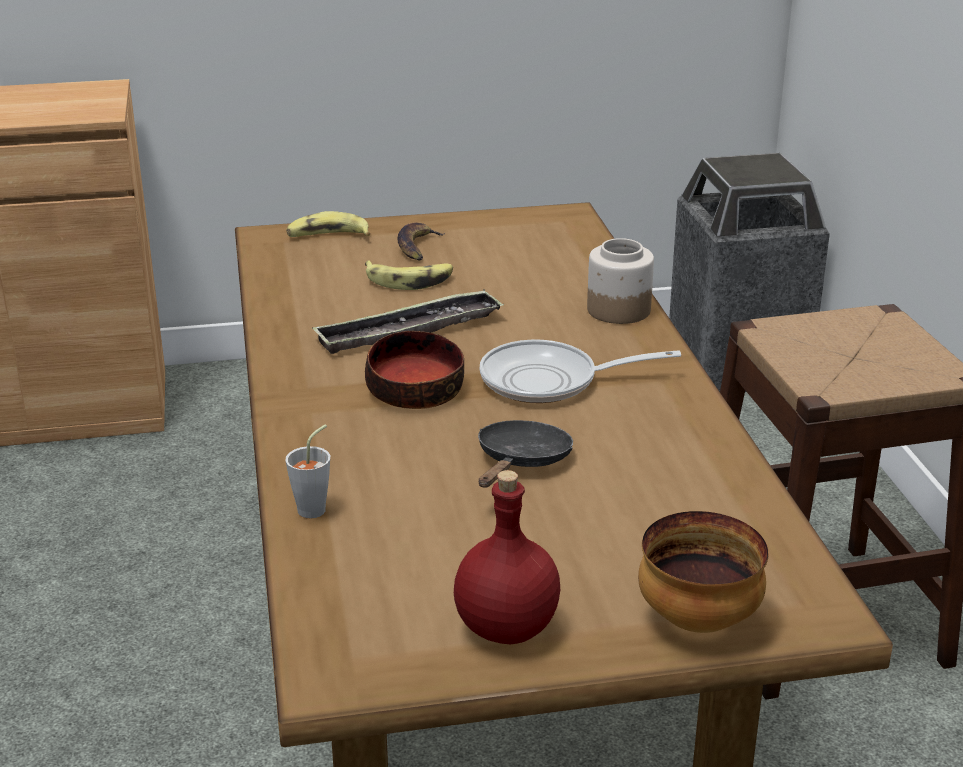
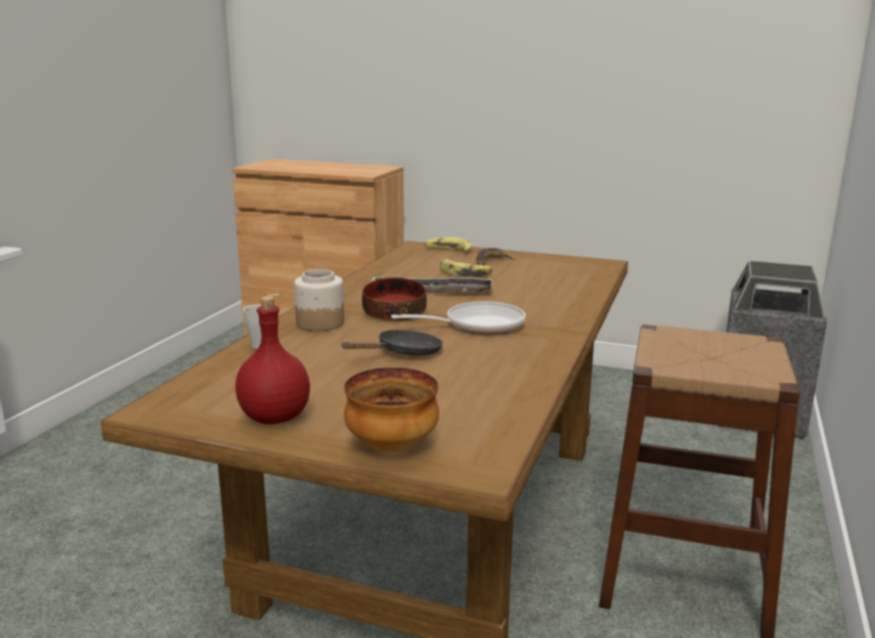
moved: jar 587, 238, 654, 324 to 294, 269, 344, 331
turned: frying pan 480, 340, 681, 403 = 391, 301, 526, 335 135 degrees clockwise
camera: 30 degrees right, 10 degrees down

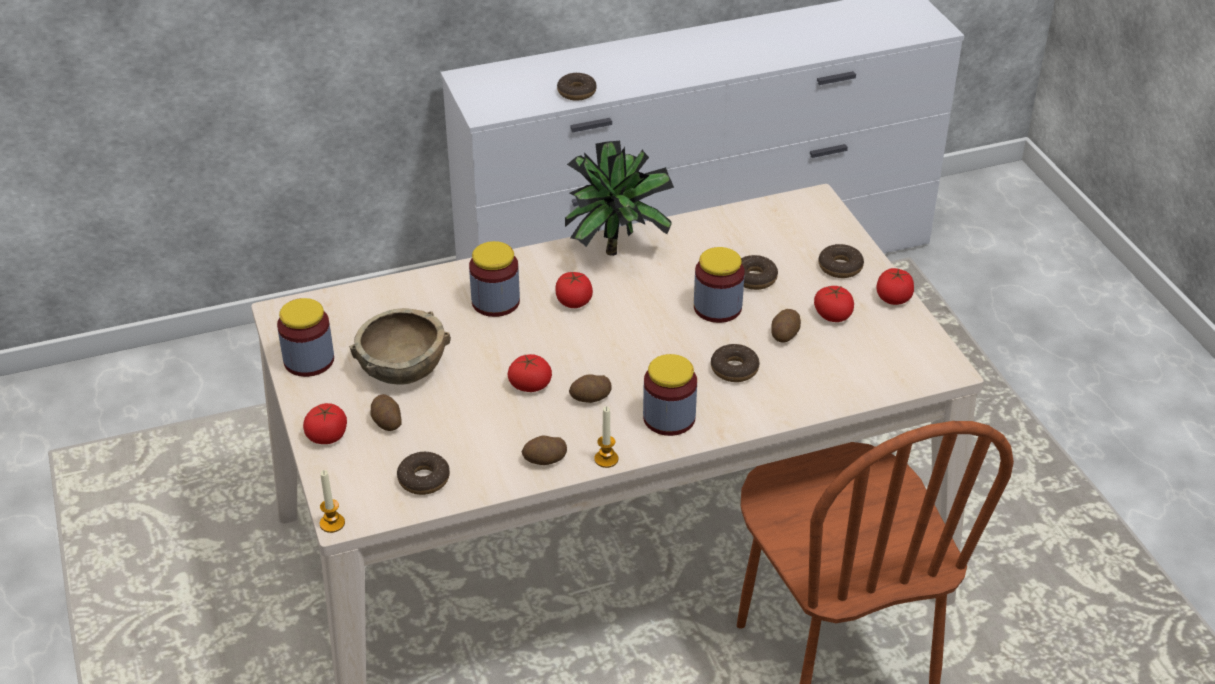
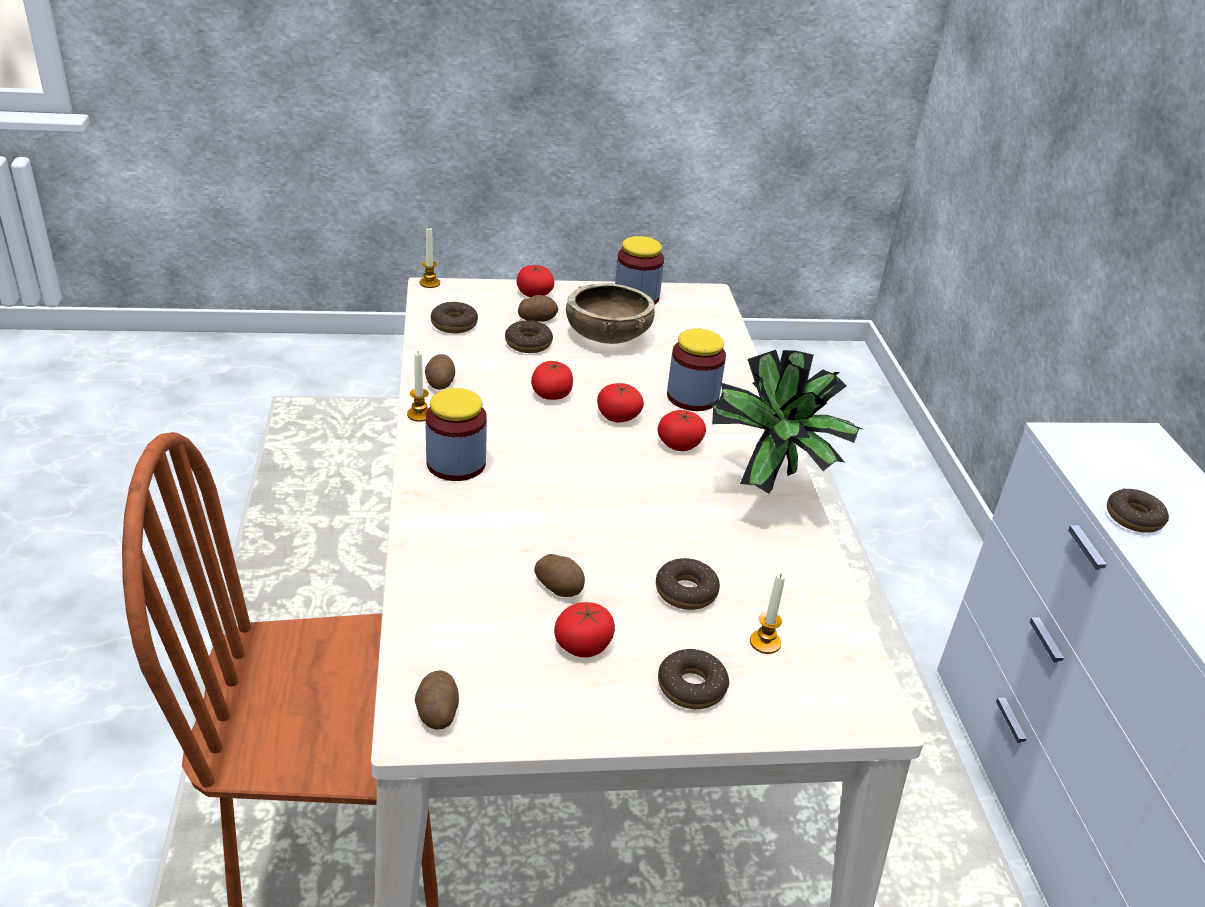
removed: jar 694, 247, 745, 323
added: candle 750, 574, 785, 654
moved: potato 569, 374, 612, 403 to 415, 671, 459, 730; donut 711, 344, 759, 382 to 505, 321, 553, 353; tomato 876, 268, 914, 305 to 597, 383, 644, 422
camera: 100 degrees right, 5 degrees down

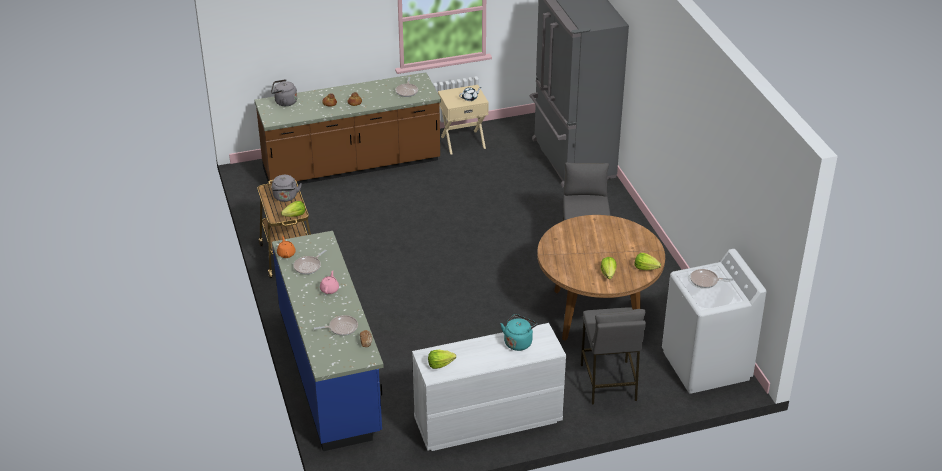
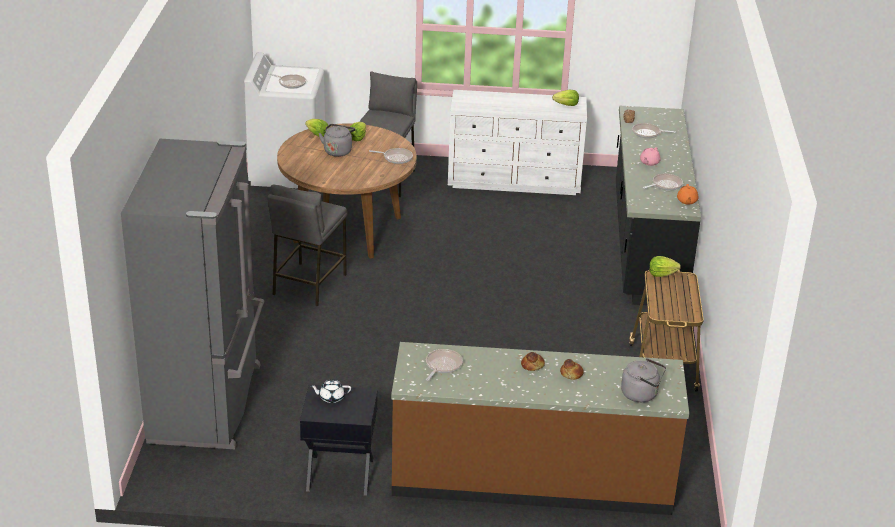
removed: kettle (turquoise) 501, 314, 537, 351
added: frying pan 369, 148, 413, 164
moved: kettle (grey) 271, 175, 302, 202 to 319, 124, 355, 157
recoloured: counter (blue) 272, 231, 384, 451 to counter (black) 616, 106, 701, 307; nightstand (beige) 438, 85, 489, 154 to nightstand (black) 300, 385, 378, 496
camera: 160 degrees left, 5 degrees down

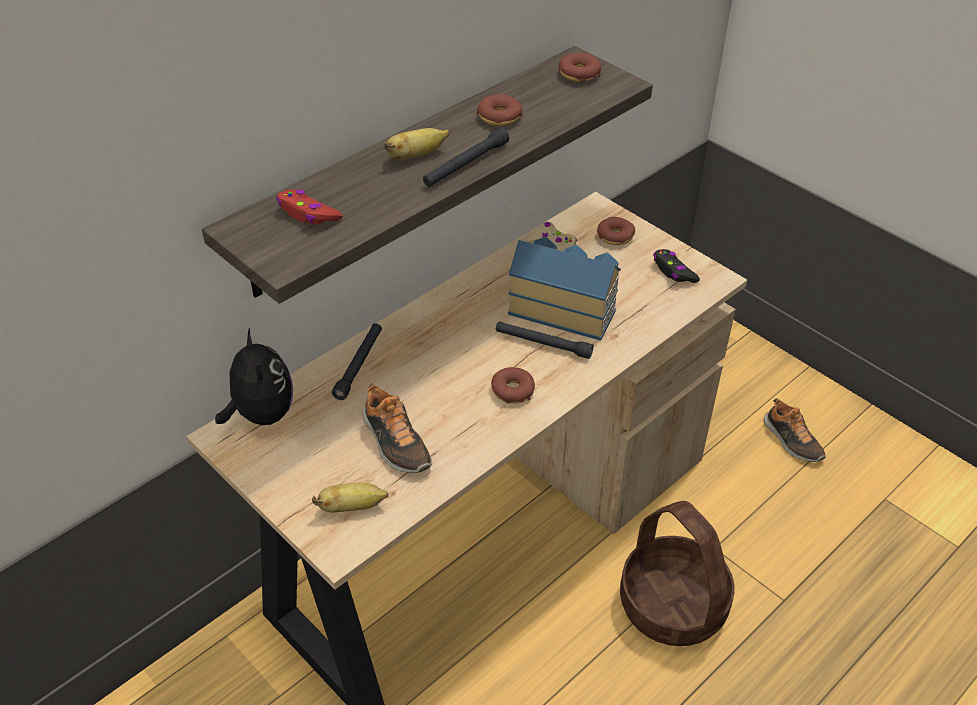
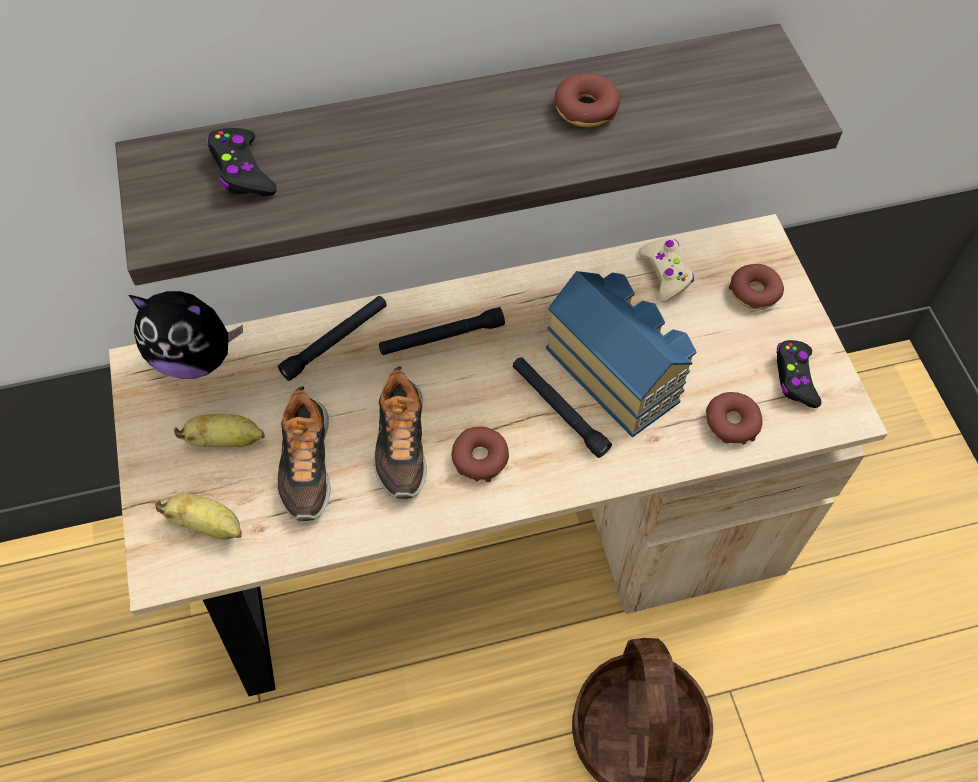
moved: banana 384, 128, 450, 160 to 174, 414, 265, 447; flashlight (black) 423, 128, 509, 187 to 379, 307, 505, 355; donut 558, 53, 601, 82 to 706, 392, 762, 444; shoe 764, 398, 826, 462 to 374, 366, 427, 499
recoloured: game controller (red) 276, 189, 343, 225 to game controller (black) 207, 128, 277, 196
turned: plush toy 215, 327, 293, 425 = 128, 291, 243, 379 90 degrees clockwise
camera: 30 degrees right, 15 degrees up

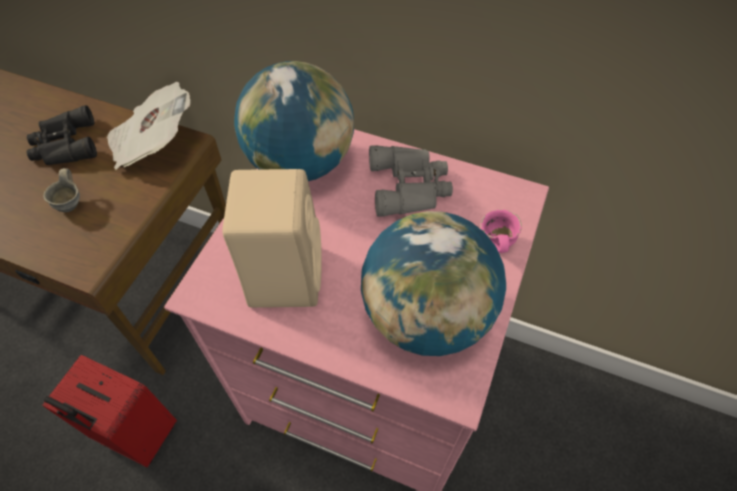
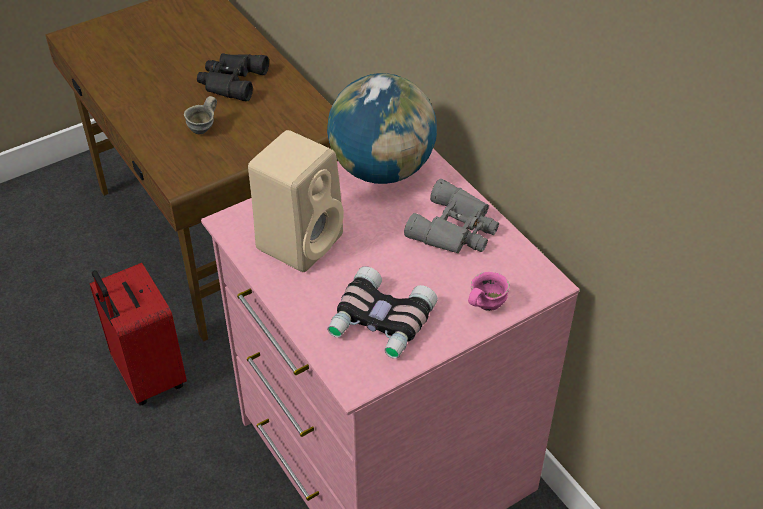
removed: newspaper 107, 82, 190, 170
replaced: globe 361, 211, 506, 356 to binoculars 327, 266, 438, 359
camera: 35 degrees right, 10 degrees down

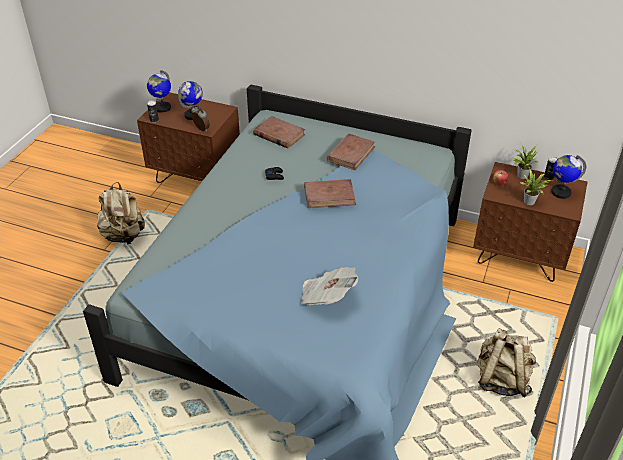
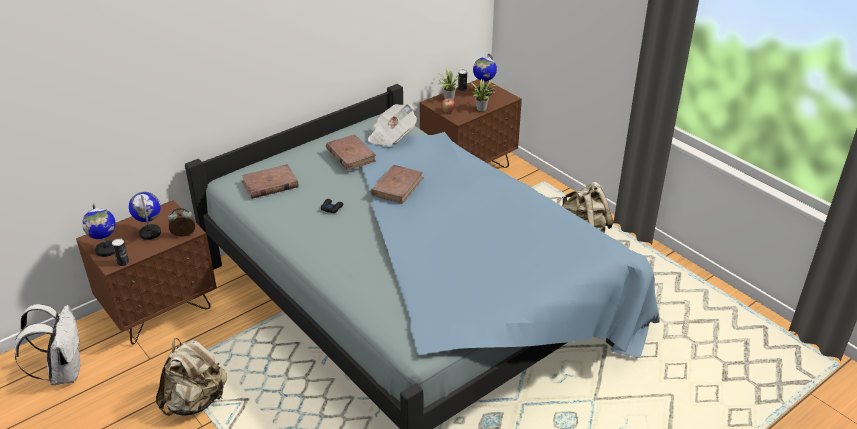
added: backpack (white) 15, 304, 81, 385
moved: newspaper 301, 267, 358, 305 to 368, 104, 417, 147
camera: 60 degrees left, 5 degrees down

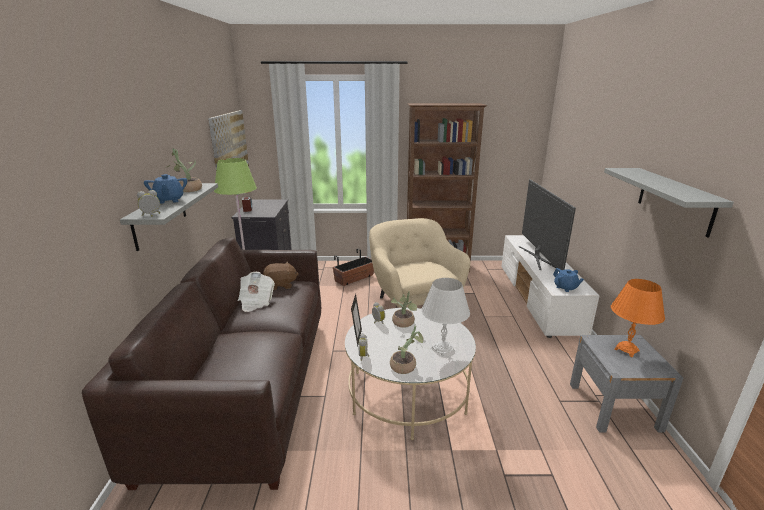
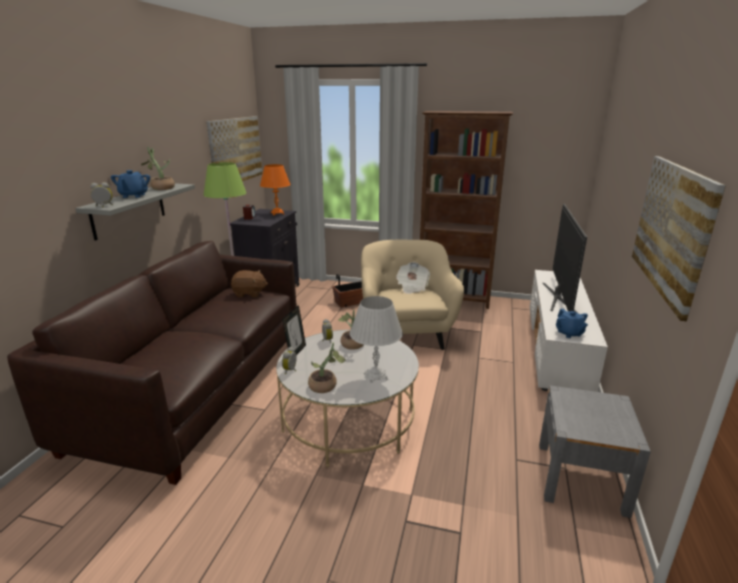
moved: newspaper 238, 272, 275, 312 to 396, 262, 430, 294; table lamp (orange) 611, 279, 665, 357 to 260, 164, 291, 215
replaced: shelf (grey) 604, 168, 734, 238 to picture 632, 156, 726, 321
camera: 15 degrees right, 0 degrees up

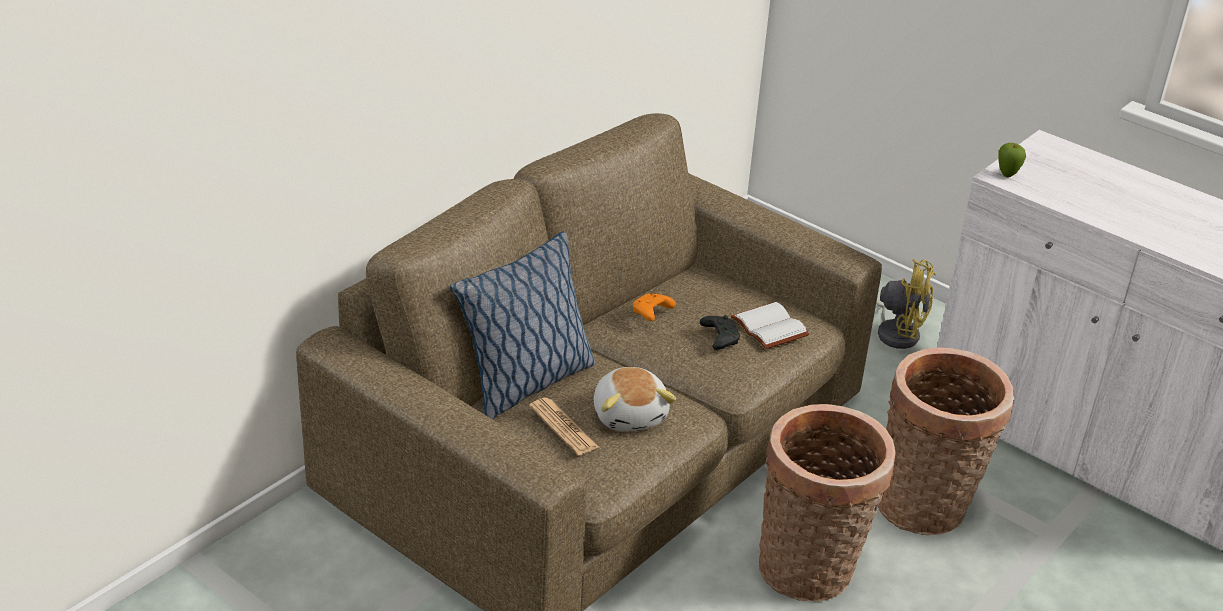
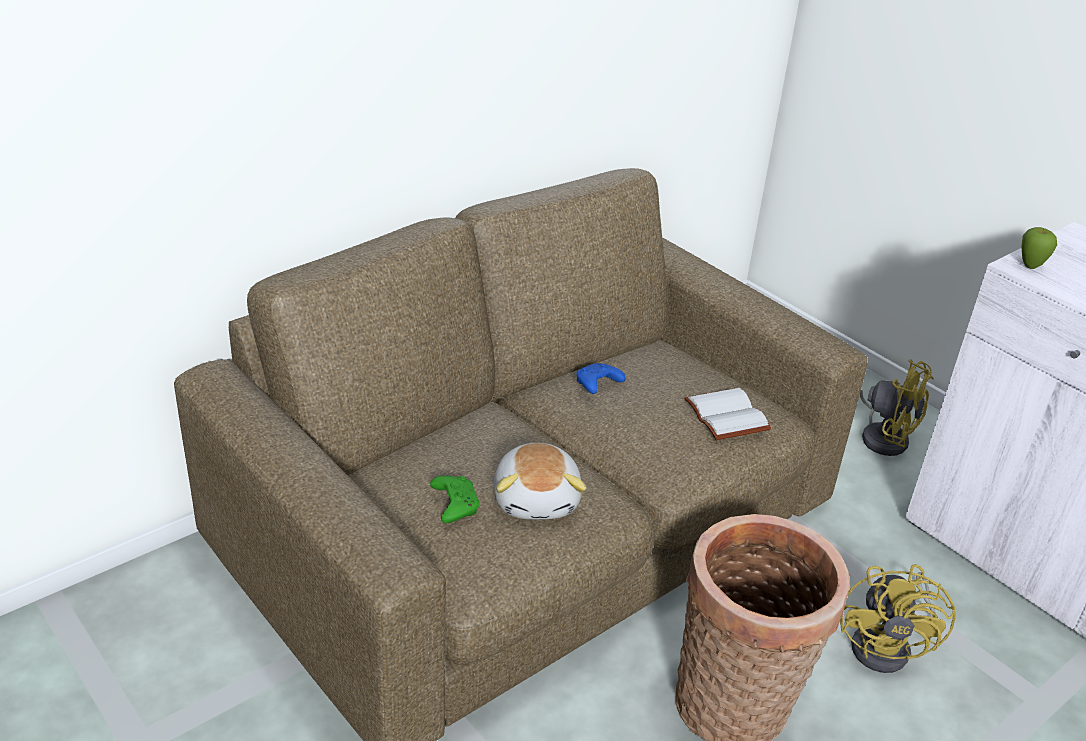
removed: pillow 450, 231, 595, 419; game controller (black) 700, 315, 740, 350
replaced: newspaper 529, 398, 599, 455 to game controller (green) 430, 476, 479, 523; basket 878, 347, 1014, 535 to fan (yellow) 840, 564, 955, 673
recoloured: game controller (orange) 633, 293, 676, 321 to game controller (blue) 576, 363, 625, 394
camera: 10 degrees right, 0 degrees up

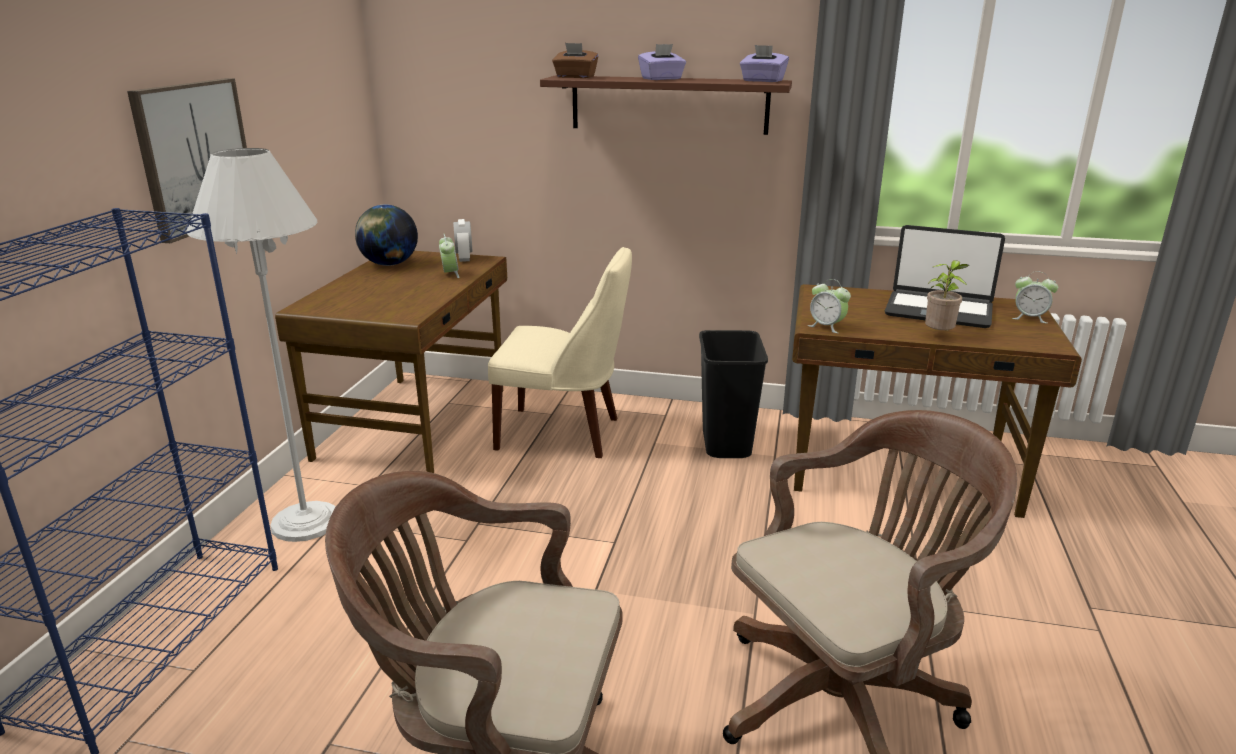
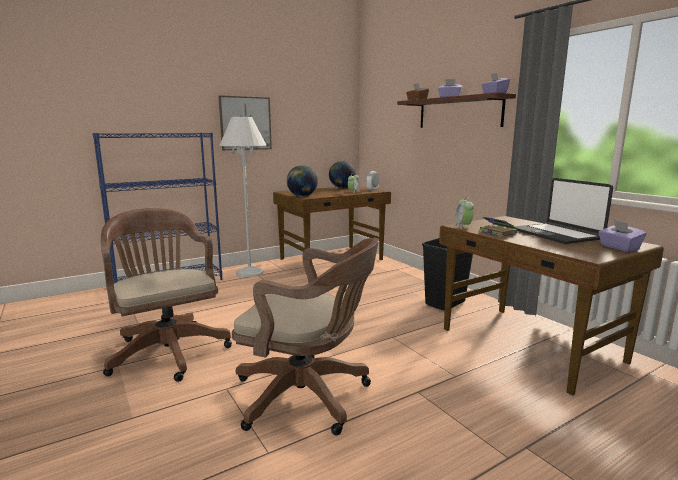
removed: chair (beige) 488, 247, 632, 458; potted plant 925, 260, 969, 330
added: globe 287, 165, 318, 197; book 479, 216, 518, 237
replaced: alarm clock 1012, 271, 1058, 323 to tissue box (purple) 598, 220, 646, 252
camera: 45 degrees right, 10 degrees down

